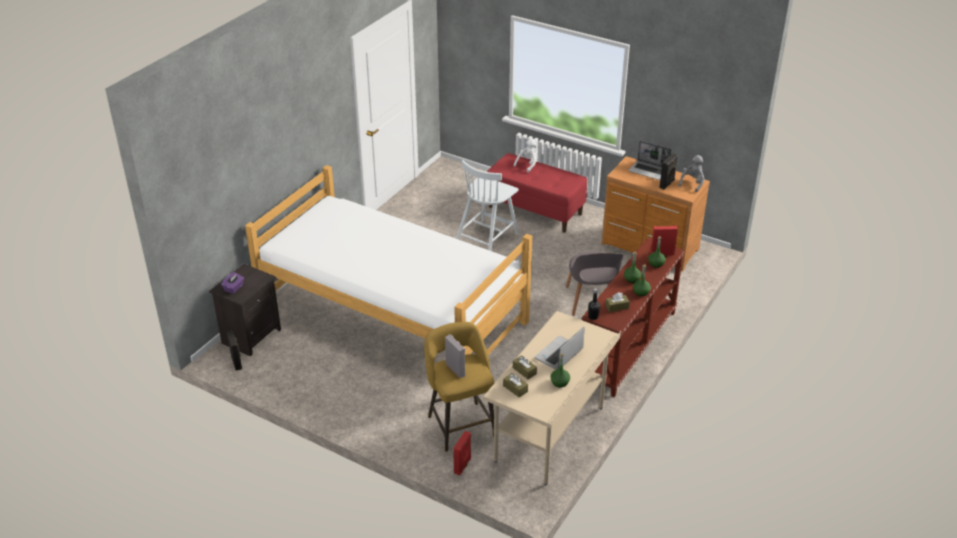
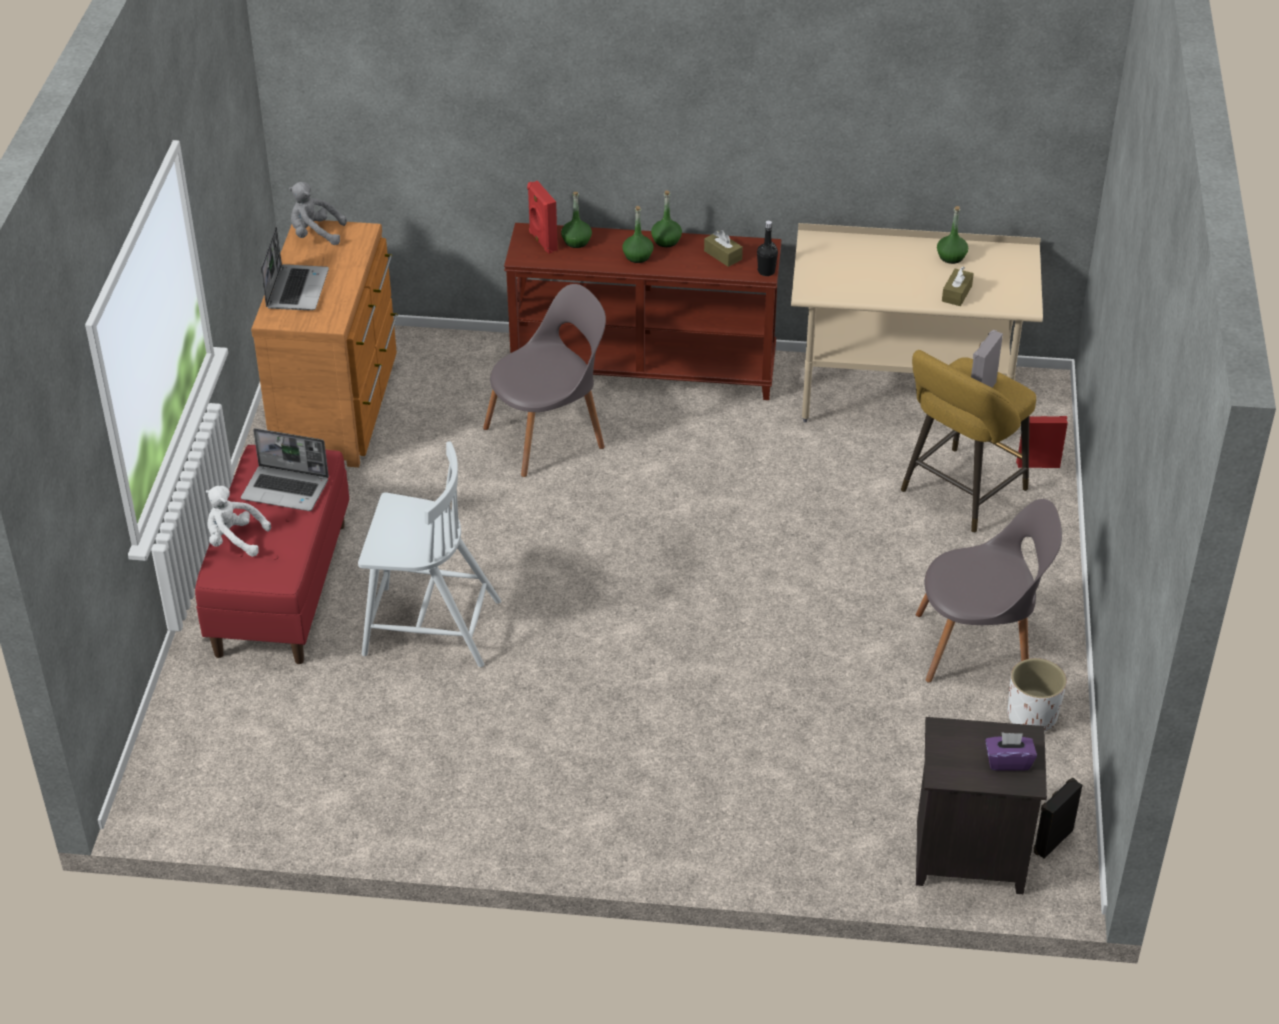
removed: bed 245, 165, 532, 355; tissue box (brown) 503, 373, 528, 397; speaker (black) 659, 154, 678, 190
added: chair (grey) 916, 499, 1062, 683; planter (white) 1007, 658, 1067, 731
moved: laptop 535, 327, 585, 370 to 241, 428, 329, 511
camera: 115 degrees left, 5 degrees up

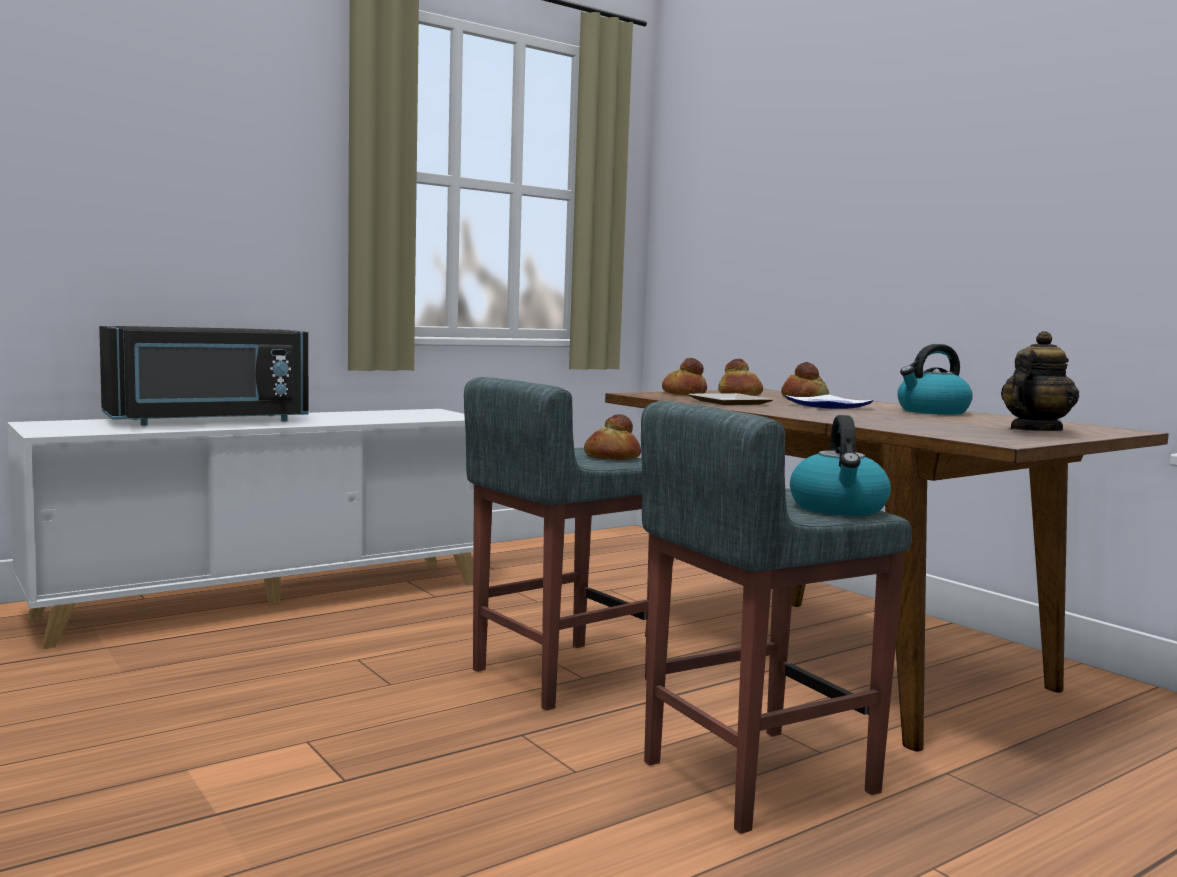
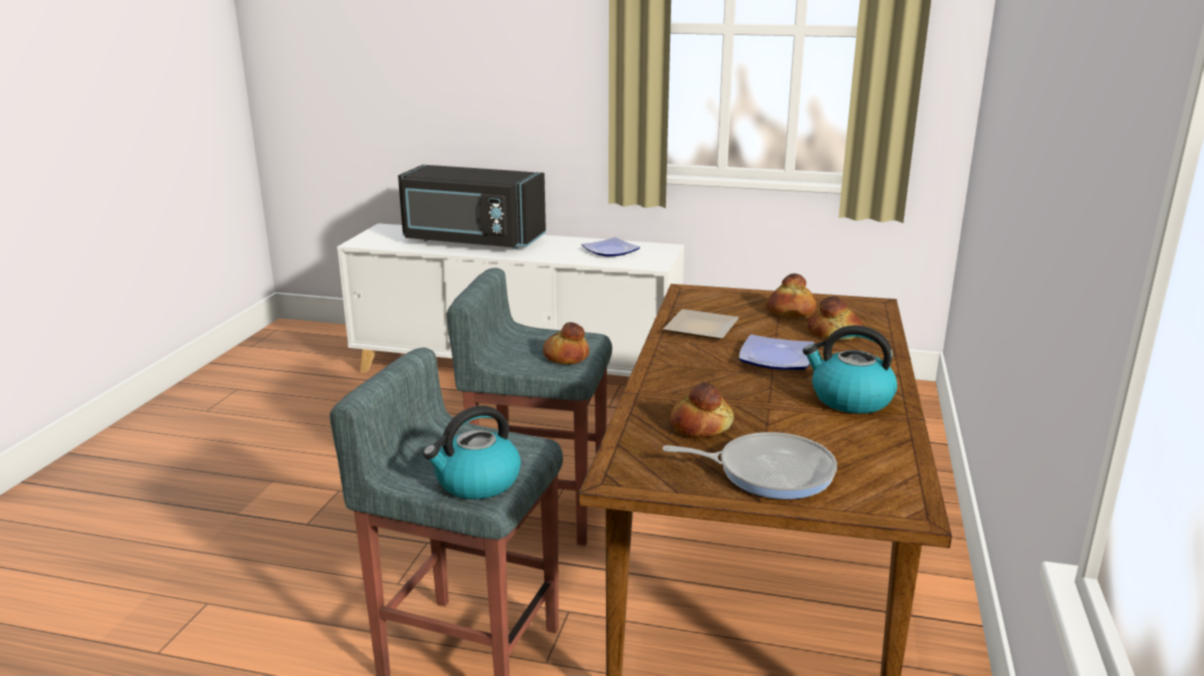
added: plate 582, 237, 640, 257
moved: bread 662, 358, 707, 395 to 671, 382, 734, 437
replaced: teapot 1001, 331, 1079, 431 to frying pan 663, 432, 837, 499
camera: 50 degrees right, 15 degrees up

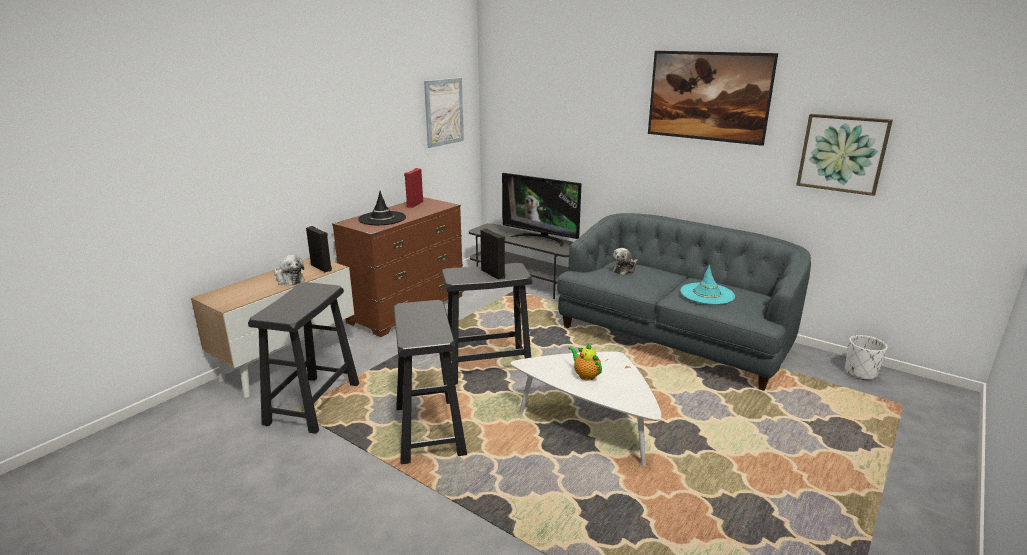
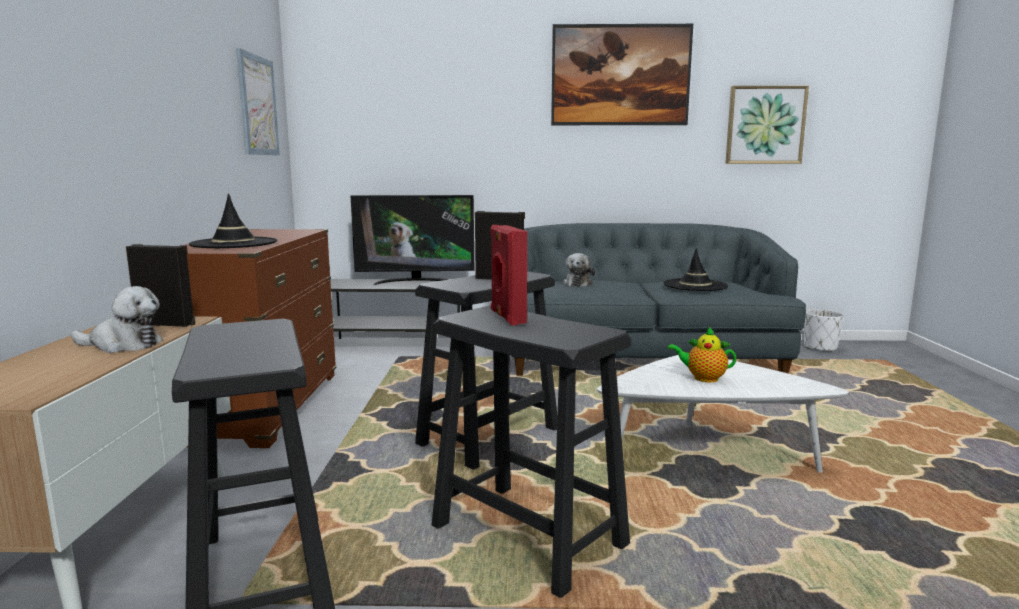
moved: speaker (red) 404, 168, 423, 208 to 490, 225, 527, 325
recoloured: hat (turquoise) 680, 264, 735, 305 to hat (black) 663, 248, 728, 291
camera: 35 degrees left, 10 degrees down

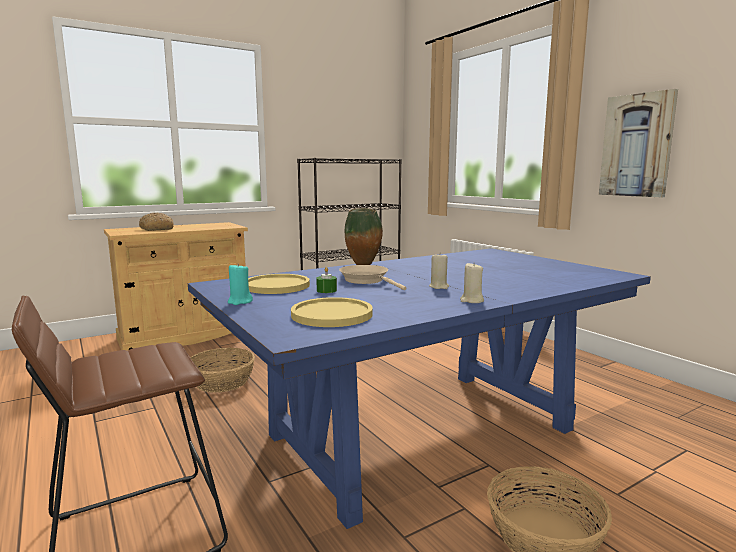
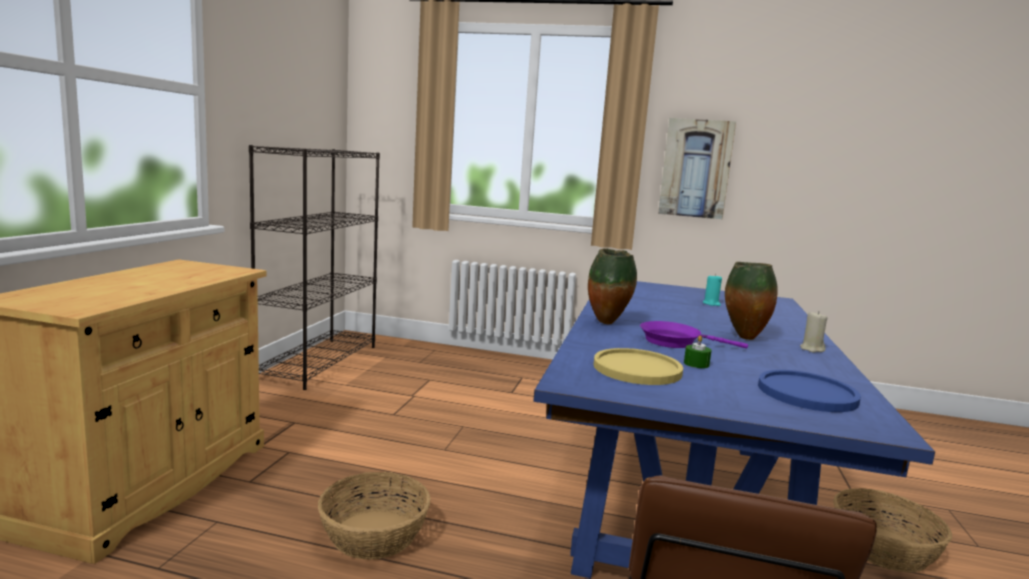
removed: bread 139, 213, 174, 231
moved: candle (turquoise) 228, 264, 253, 305 to 703, 274, 722, 306
replaced: candle (beige) 429, 255, 449, 289 to vase 725, 262, 778, 340
recoloured: plate (yellow) 291, 297, 373, 327 to plate (blue) 758, 370, 861, 412; frying pan (beige) 339, 265, 406, 290 to frying pan (purple) 640, 321, 748, 348
camera: 45 degrees left, 0 degrees up

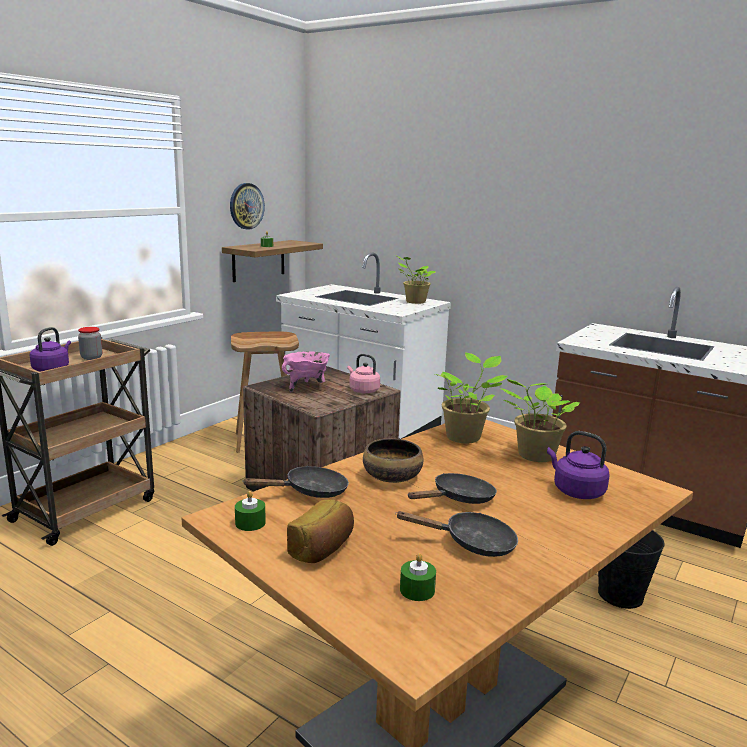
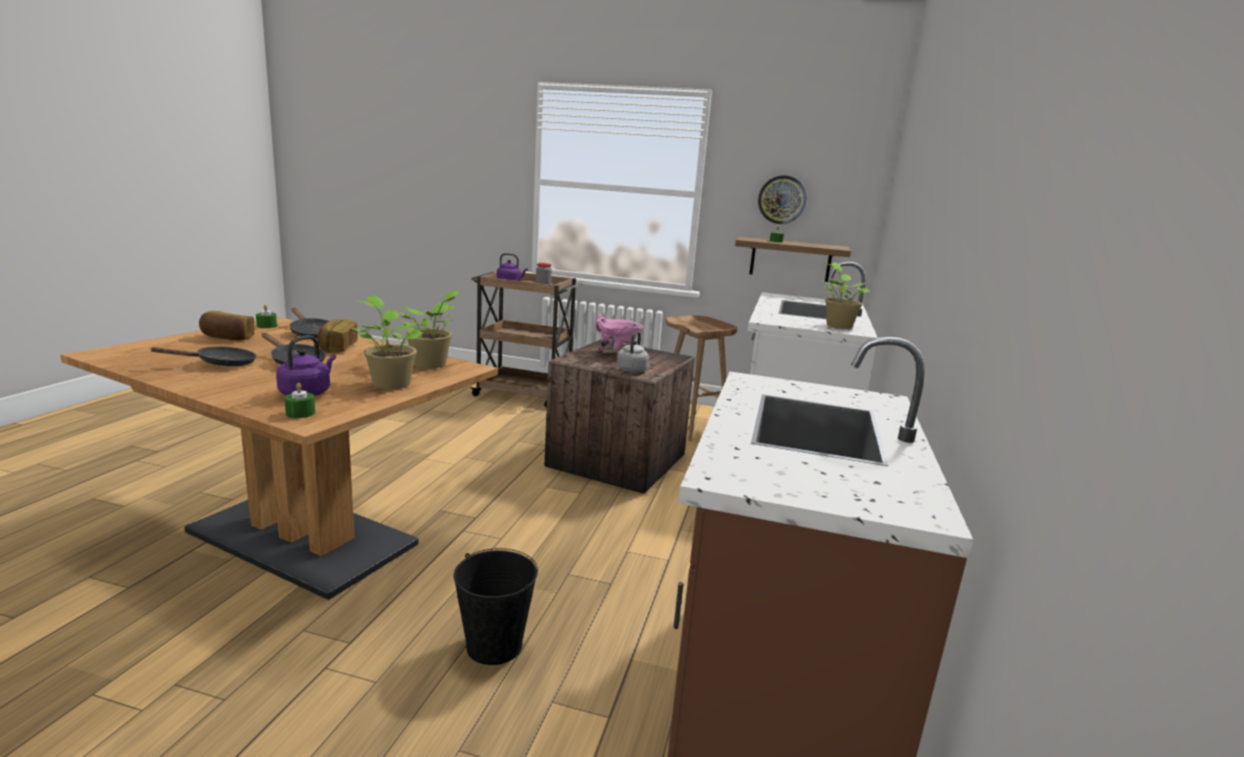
moved: candle (green) 400, 553, 436, 601 to 284, 383, 315, 418
replaced: bowl 363, 438, 423, 483 to bread 317, 319, 358, 353
recoloured: kettle (pink) 347, 354, 380, 393 to kettle (grey) 617, 332, 649, 373
turned: frying pan (black) 395, 511, 518, 557 = 149, 347, 257, 366 105 degrees counterclockwise
camera: 70 degrees right, 0 degrees up

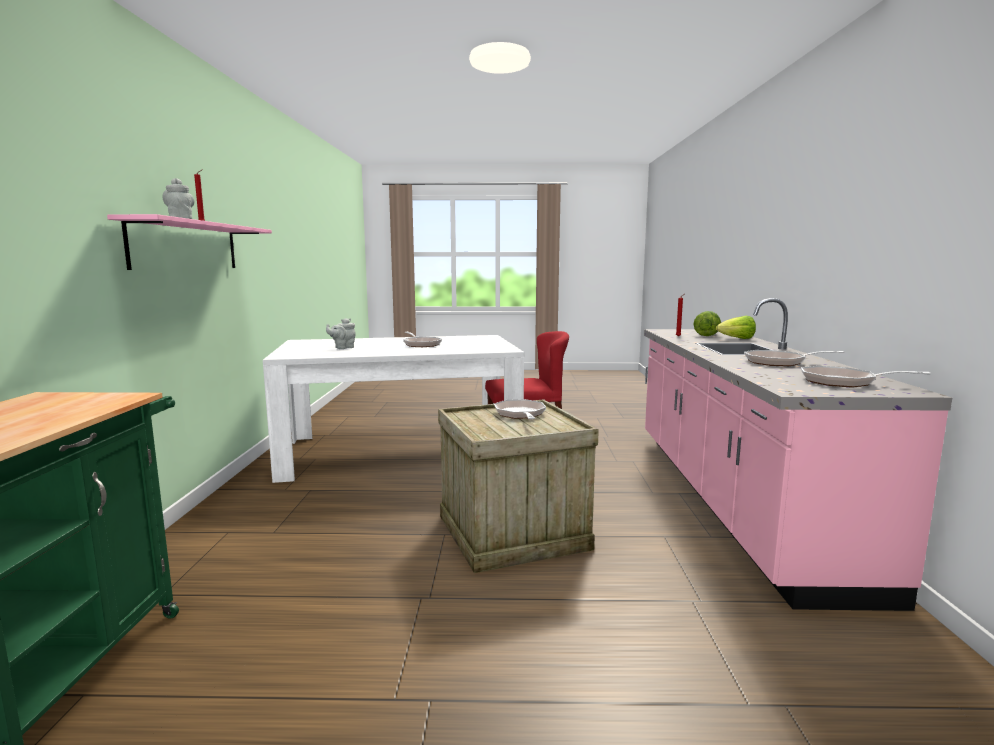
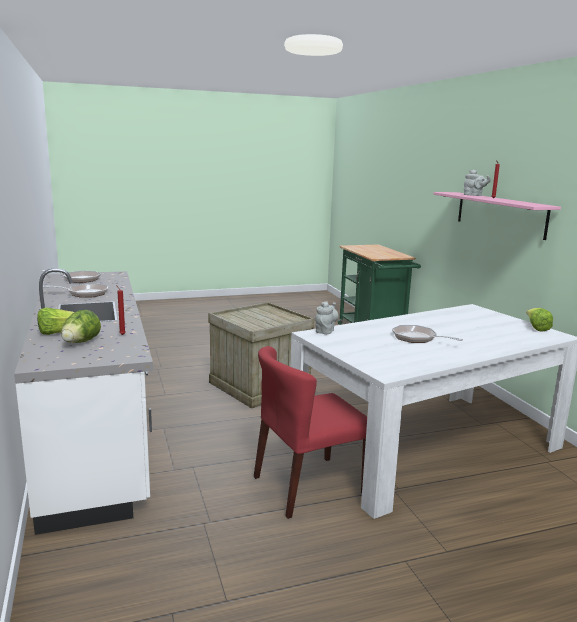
removed: frying pan 494, 399, 546, 419
added: lettuce 526, 308, 553, 332
moved: teapot (grey) 326, 318, 356, 349 to 315, 301, 338, 334
recoloured: counter (pink) 644, 298, 952, 611 to counter (white) 14, 268, 153, 535
camera: 160 degrees right, 5 degrees up

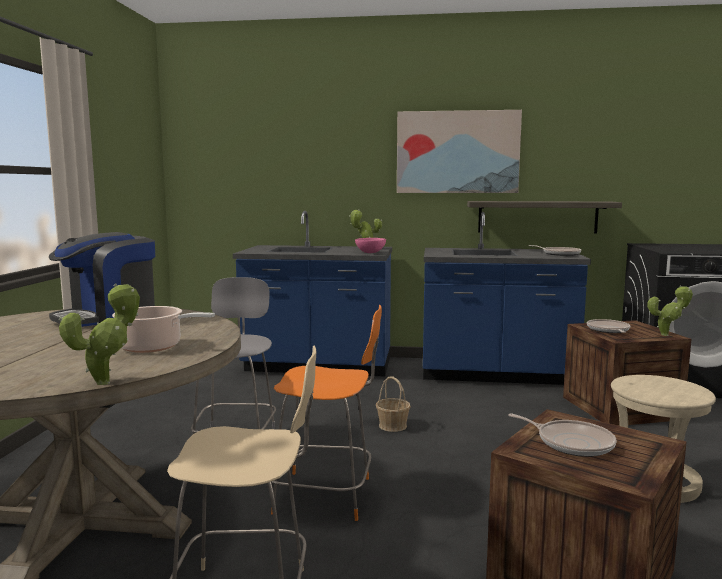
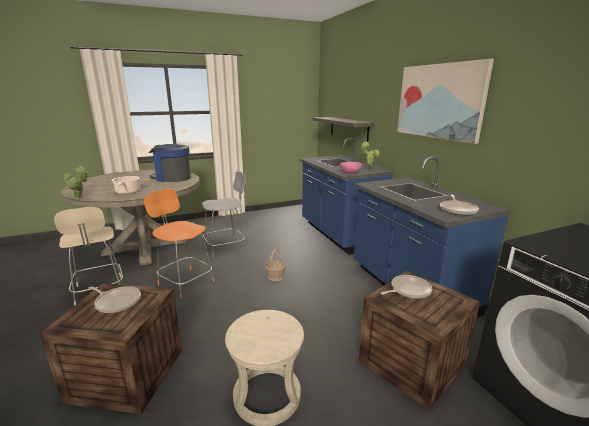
removed: potted plant 647, 285, 693, 336
moved: shelf 467, 201, 622, 233 to 313, 117, 374, 142
turned: chair (orange) 271, 305, 382, 521 = 144, 189, 215, 299 150 degrees clockwise; frying pan 508, 413, 616, 457 = 88, 286, 141, 313 75 degrees counterclockwise
camera: 60 degrees right, 10 degrees up

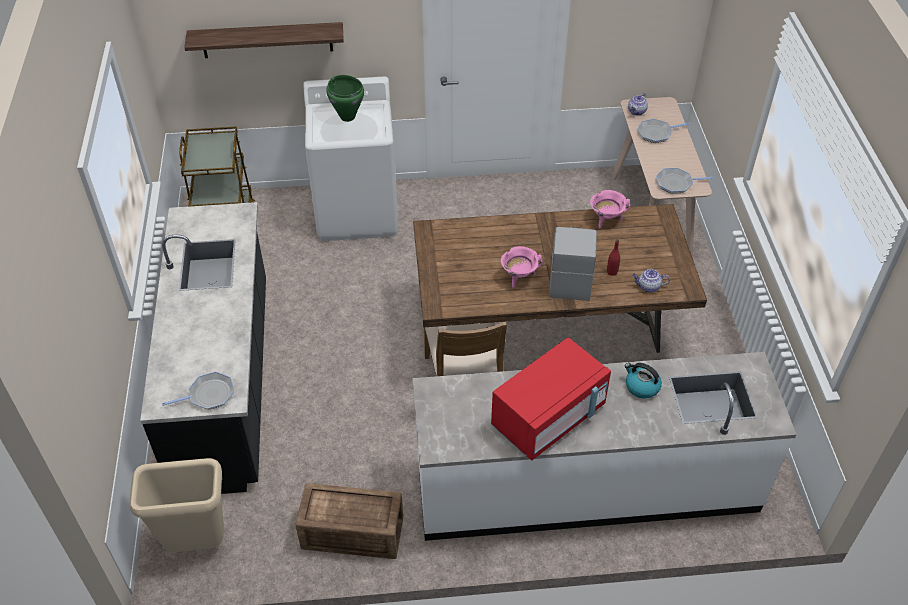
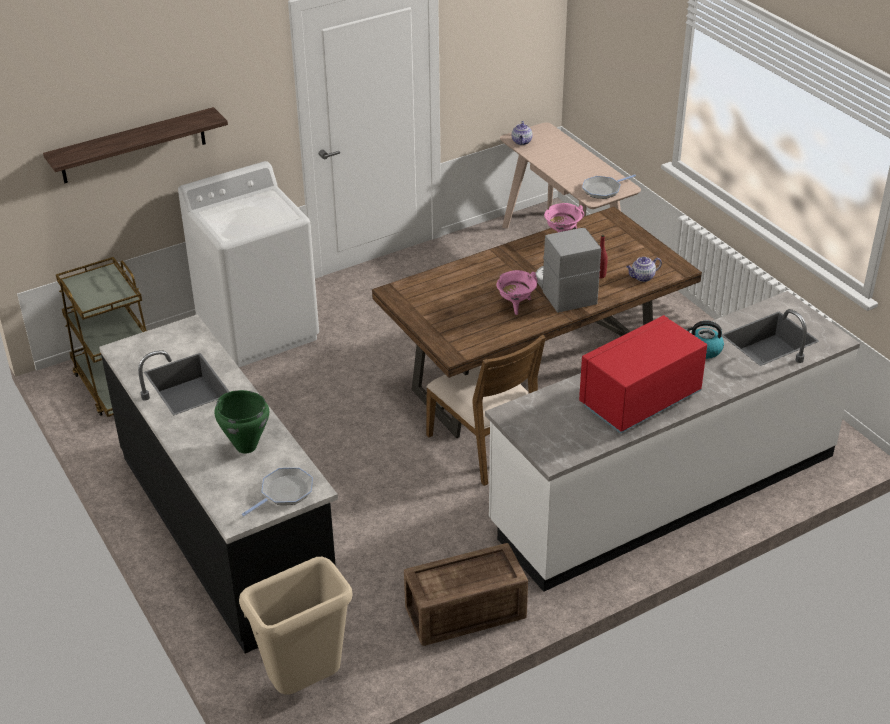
removed: frying pan 637, 119, 690, 143
moved: cooking pot (green) 326, 75, 364, 122 to 215, 390, 269, 454
turned: microwave (red) 491, 337, 611, 461 = 579, 315, 707, 434 150 degrees counterclockwise
camera: 25 degrees left, 10 degrees down

